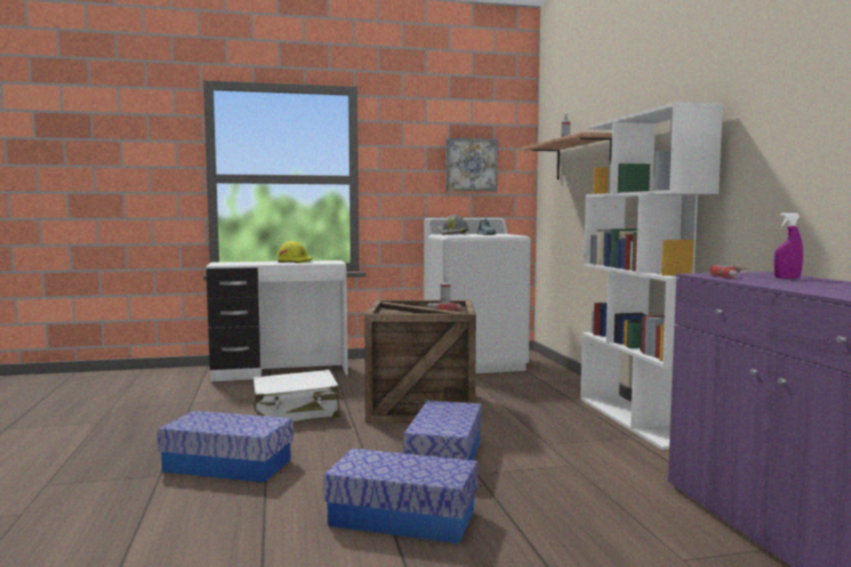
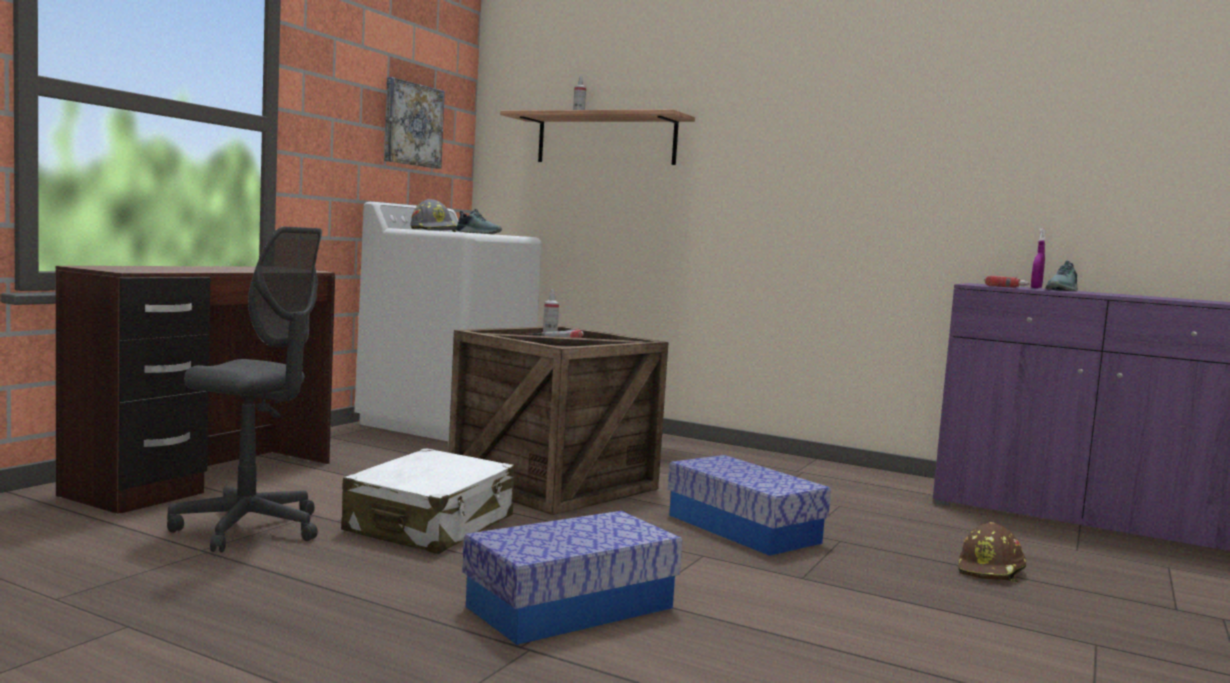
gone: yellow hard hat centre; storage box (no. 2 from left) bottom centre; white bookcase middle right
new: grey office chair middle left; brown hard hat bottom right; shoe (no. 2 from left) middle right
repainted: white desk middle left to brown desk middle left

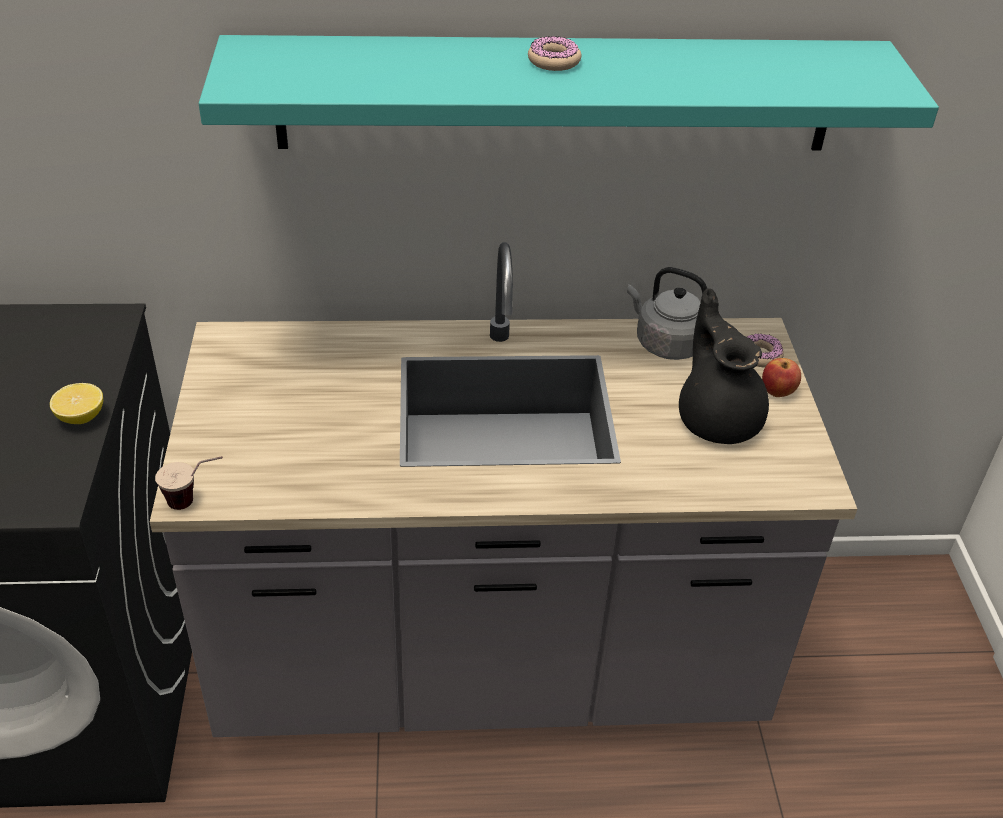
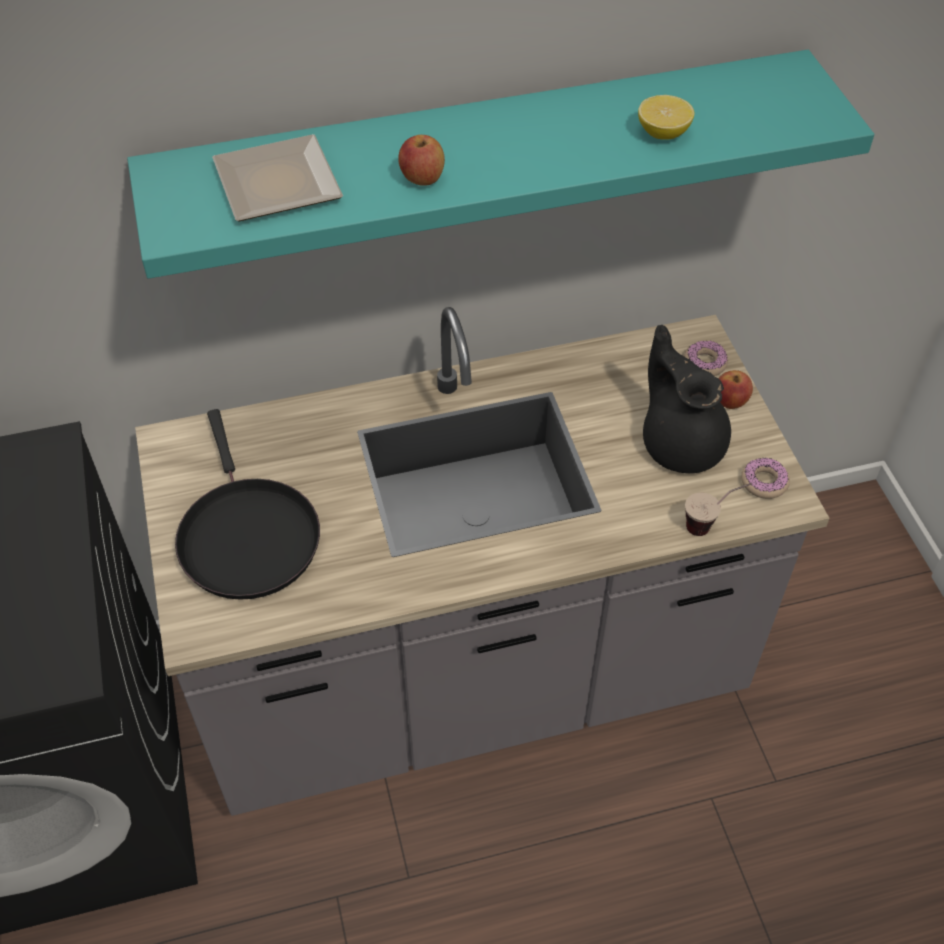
gone: grey kettle centre
new: black frying pan middle left; plate top left; apple (no. 1 from left) top centre
shifted: lemon middle left to top right; cup middle left to middle right; donut (no. 1 from left in the first image) top centre to donut (no. 2 from left) middle right

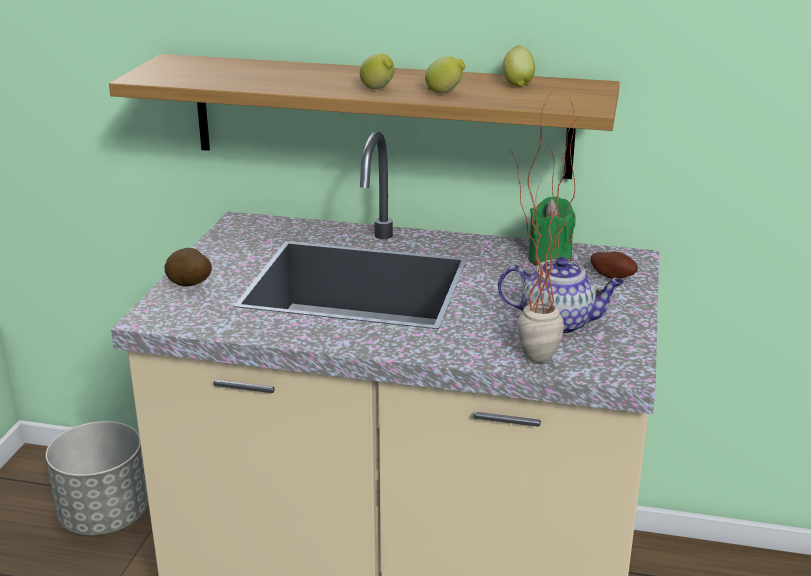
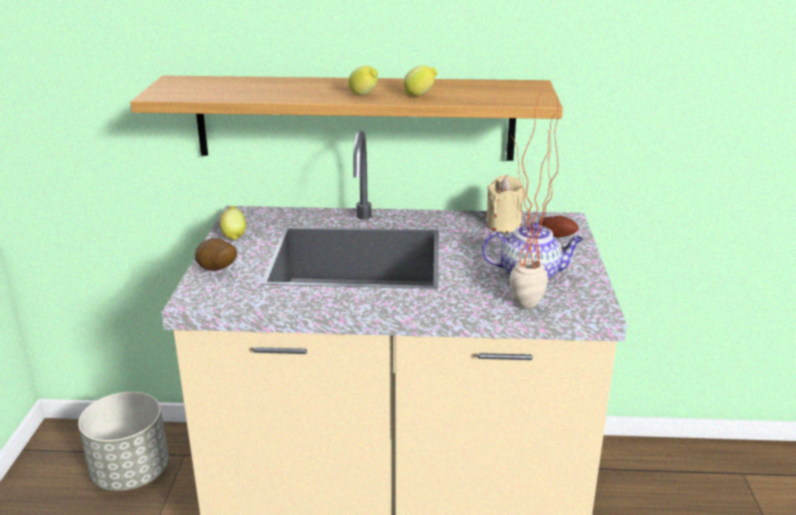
shifted: lemon (no. 3 from left in the first image) top centre to lemon (no. 1 from left) middle left
repainted: green candle middle right to beige candle centre

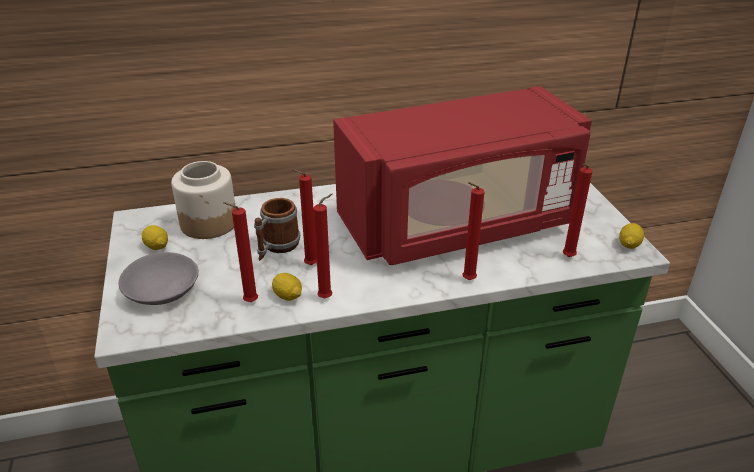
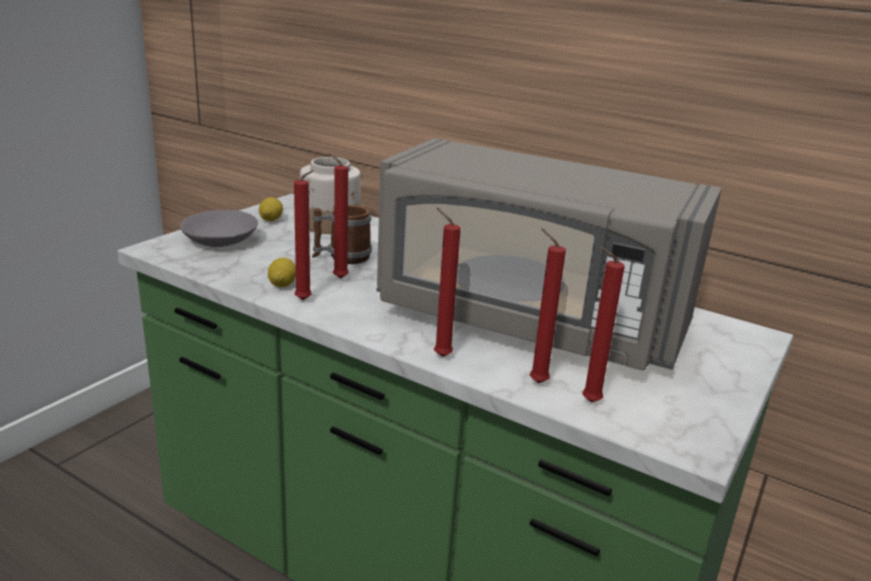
gone: lemon (no. 3 from left) middle right
shifted: red candle (no. 1 from left in the first image) middle left to red candle (no. 4 from left) centre
repainted: red microwave centre to grey microwave centre

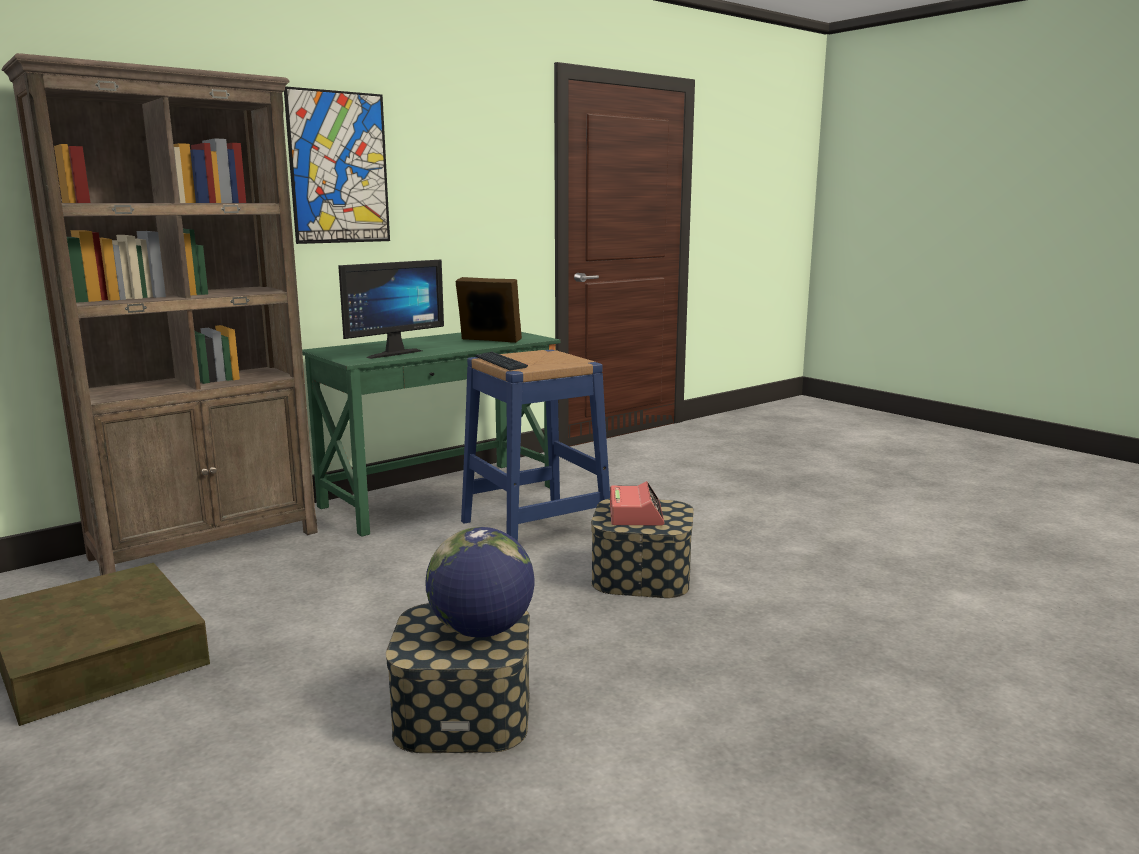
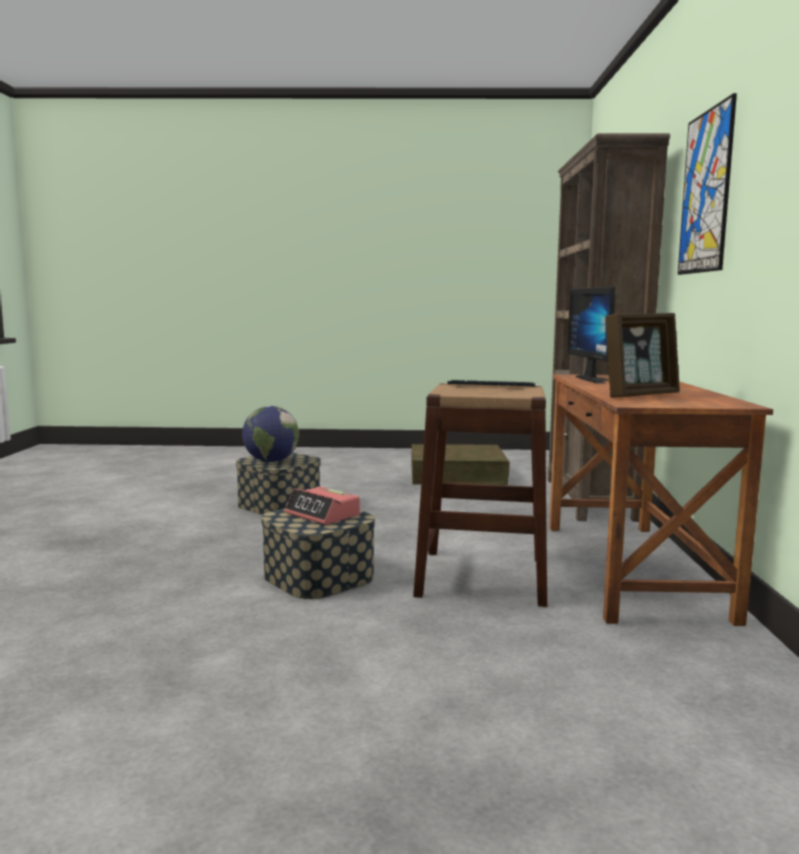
repainted: green desk centre to brown desk middle right; blue stool centre to brown stool centre

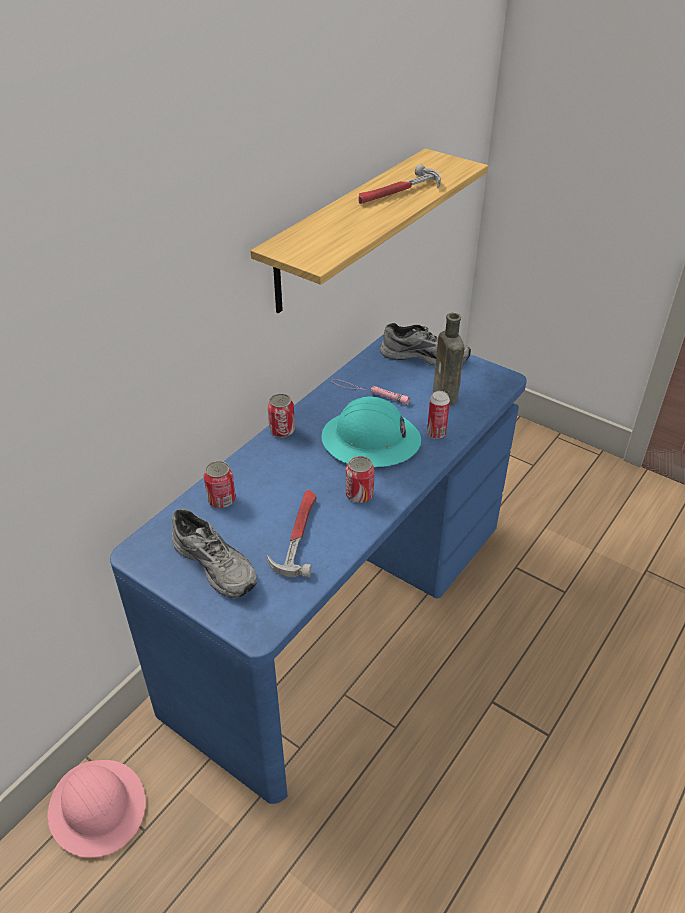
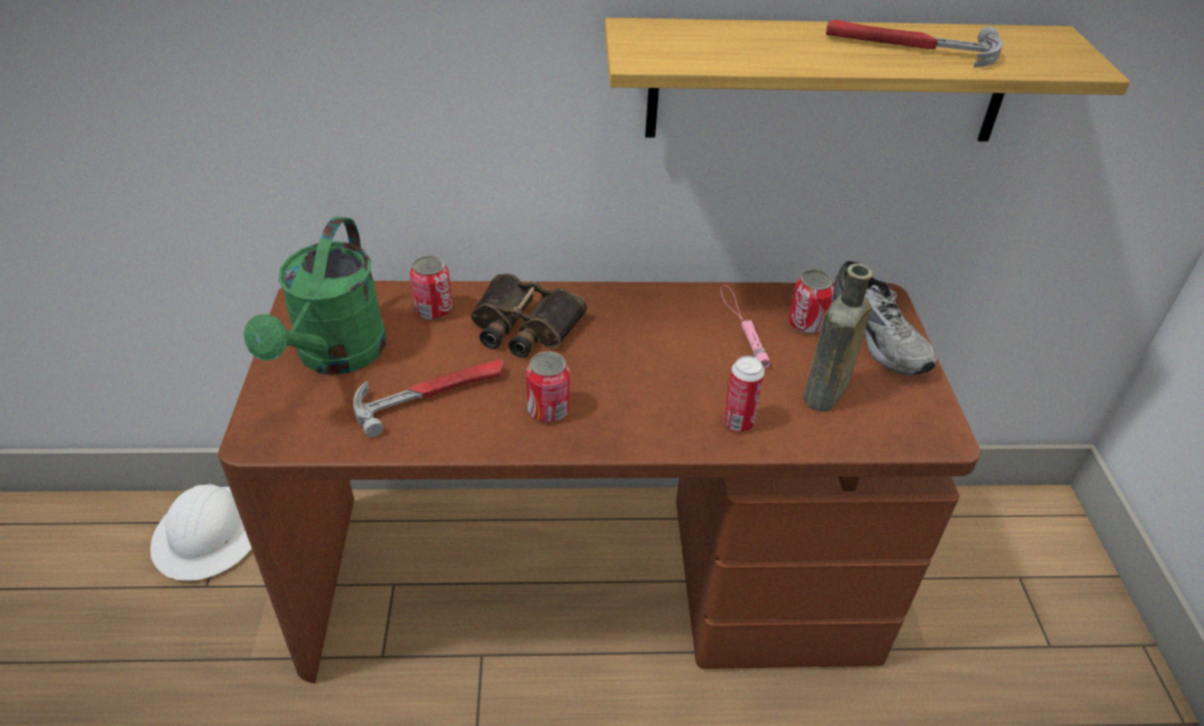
gone: turquoise hard hat centre
new: binoculars centre
shifted: can (no. 2 from left in the first image) centre to can (no. 4 from left) middle right
swapped: grey shoe (no. 1 from left) middle left to green watering can middle left
repainted: pink hard hat bottom left to white hard hat bottom left; blue desk centre to brown desk centre

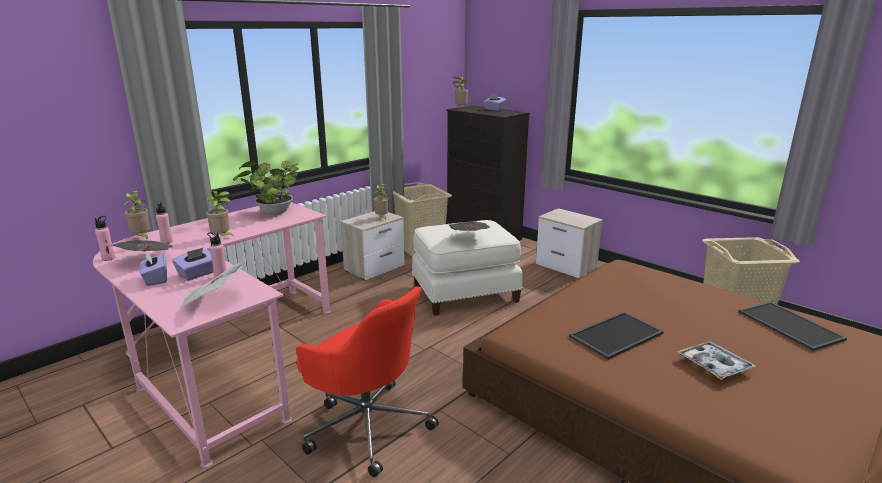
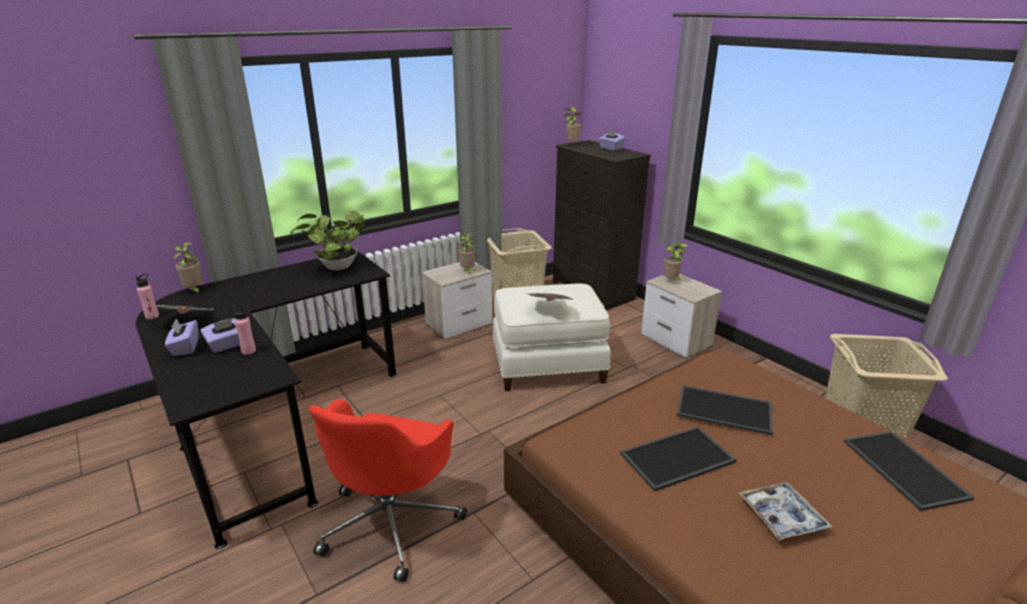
gone: pink bottle (no. 2 from left) middle left; newspaper (no. 2 from left) middle left
new: tray (no. 2 from left) bottom right
shifted: potted plant (no. 2 from left in the first image) middle left to potted plant (no. 5 from left) centre
repainted: pink desk bottom left to black desk middle left
rotated: red office chair bottom centre = bottom centre 60 degrees clockwise

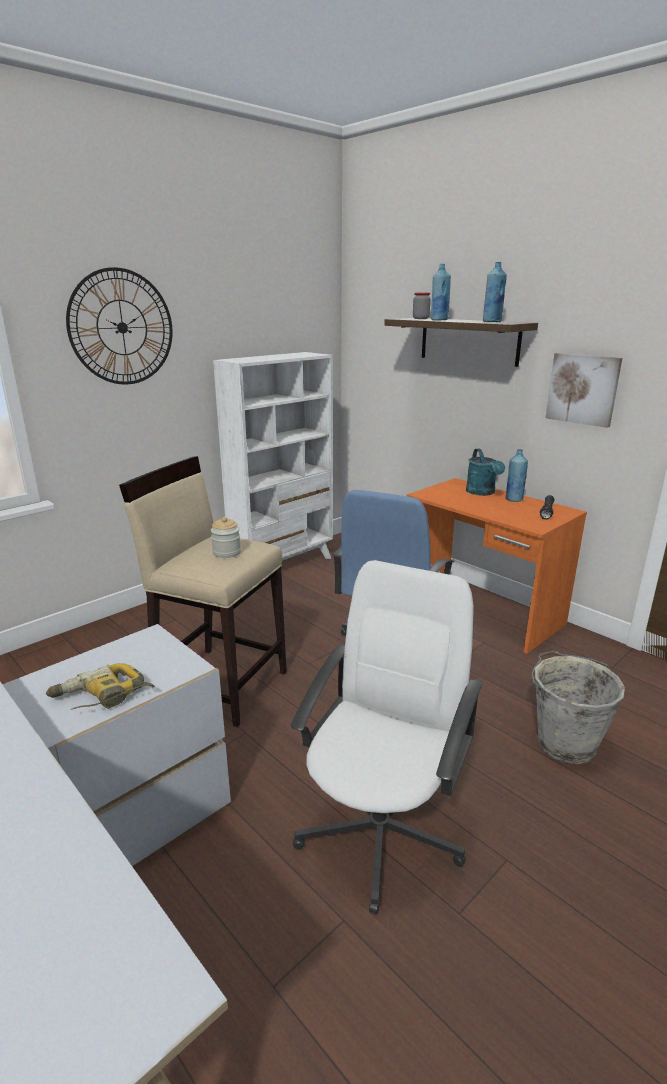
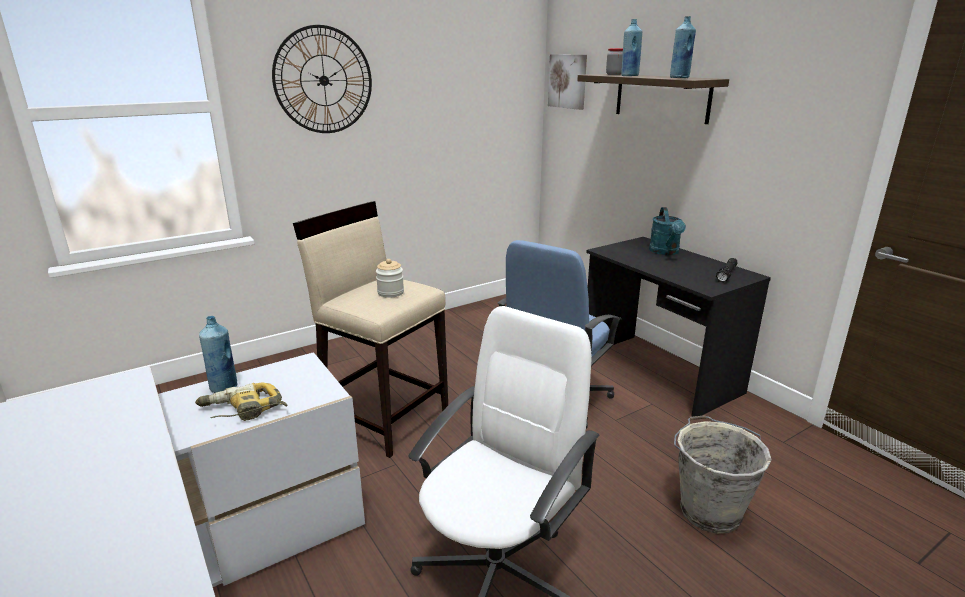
gone: white bookcase centre
shifted: blue bottle (no. 3 from left in the first image) middle right to blue bottle (no. 1 from left) middle left; picture middle right to top centre
repainted: orange desk middle right to black desk middle right

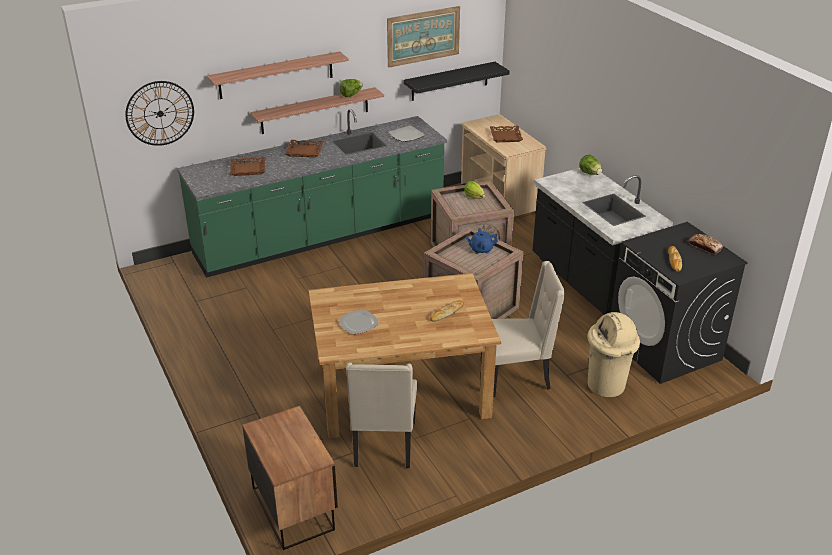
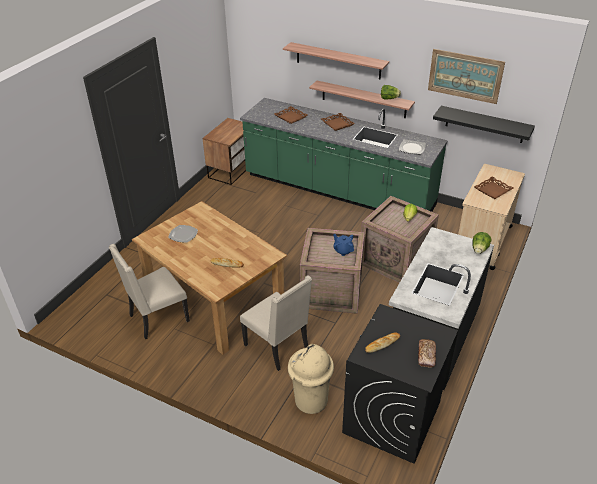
gone: wall clock top left
shifted: nightstand bottom centre to top centre

